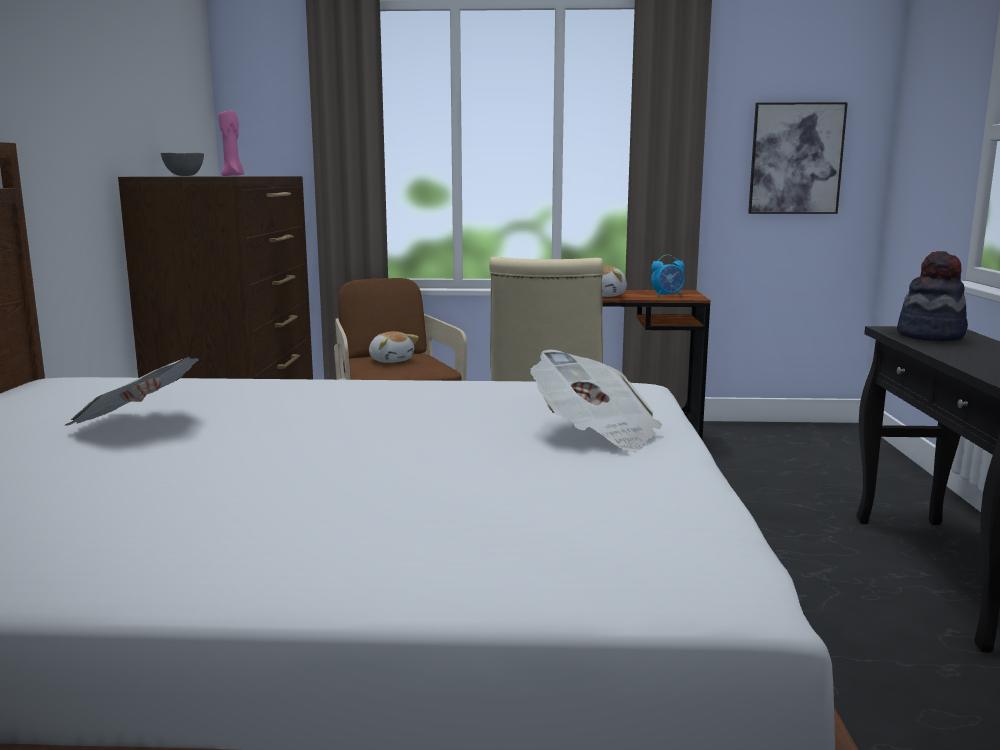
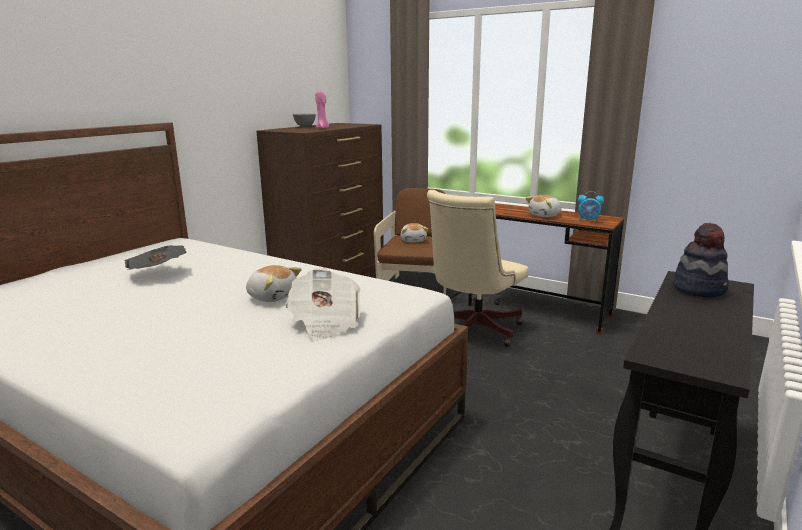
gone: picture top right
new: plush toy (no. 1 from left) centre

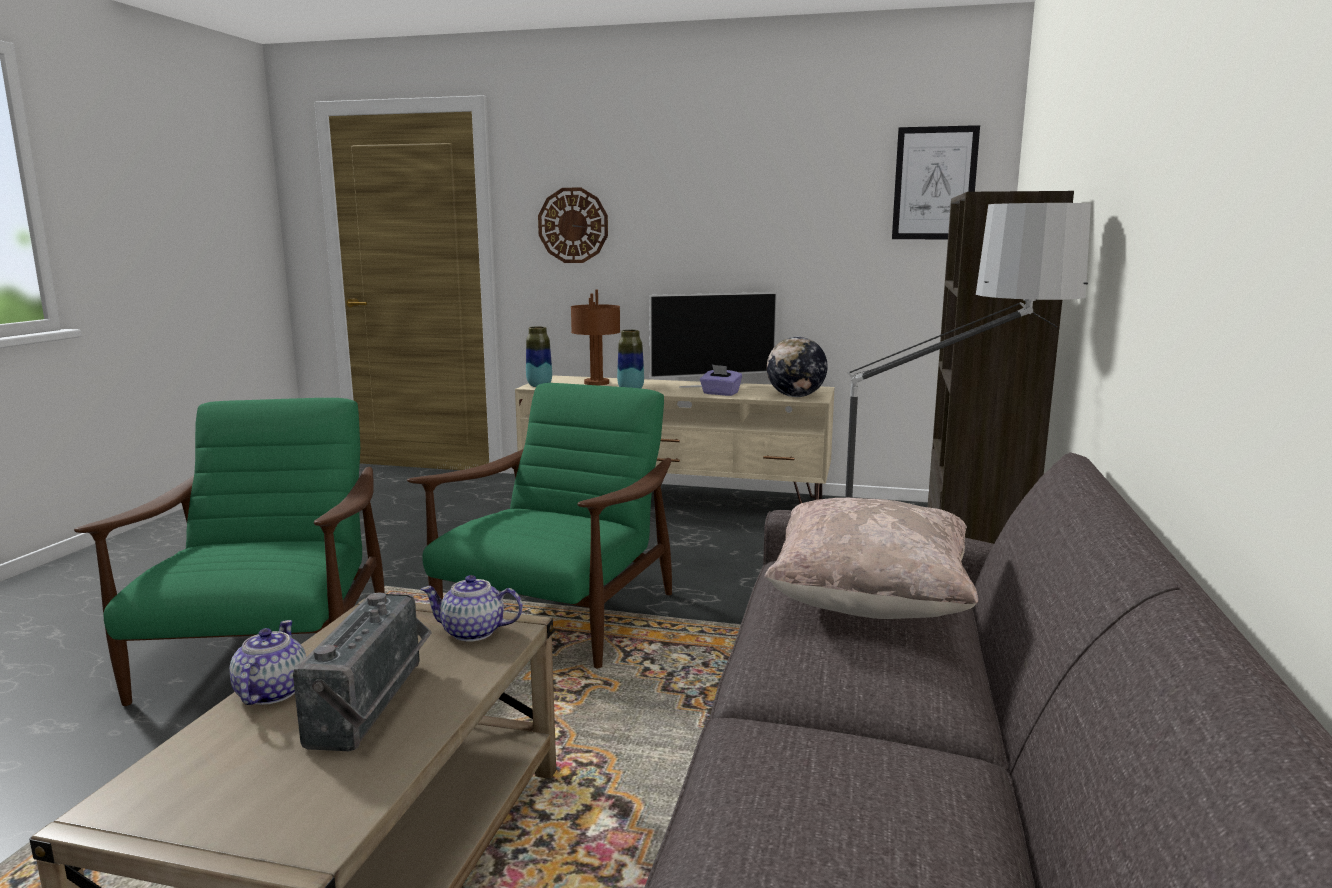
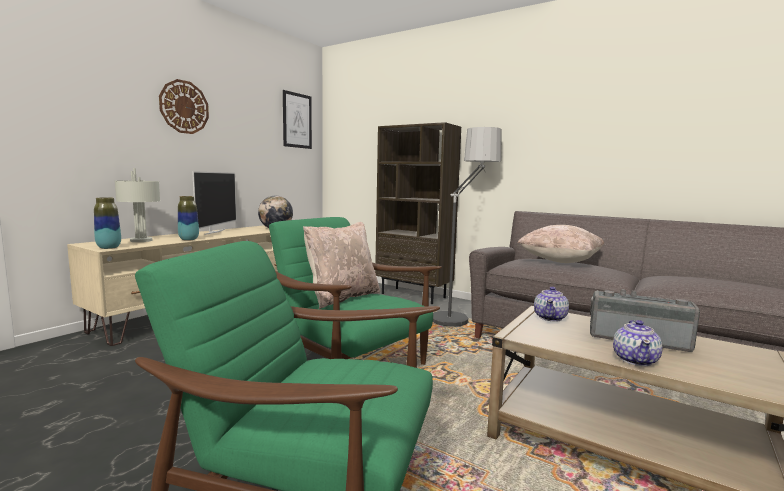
gone: purple tissue box centre
new: beige pillow (no. 1 from left) centre
shifted: wall clock top centre to top left
repainted: brown table lamp centre to grey table lamp middle left
rotated: teapot (no. 1 from left in the first image) bottom left = bottom right 90 degrees counterclockwise

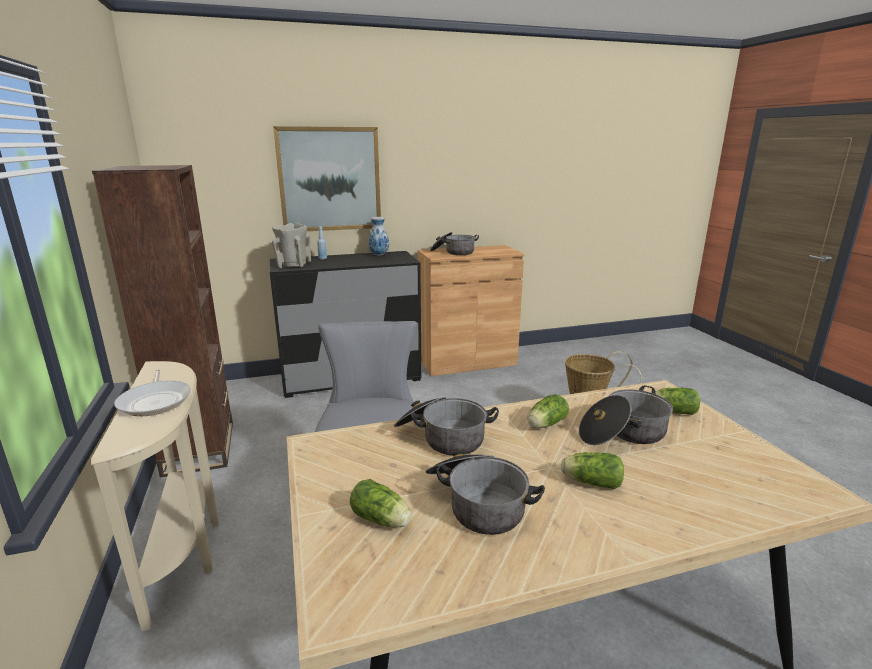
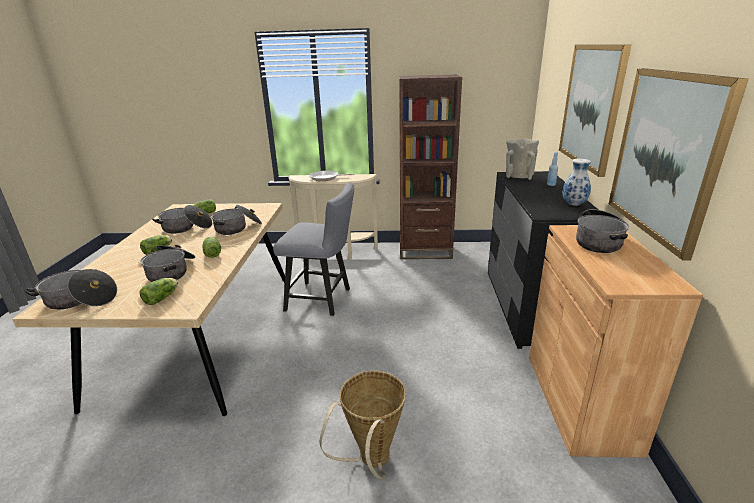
new: cooking pot (no. 1 from left) middle left; picture (no. 2 from left) top right

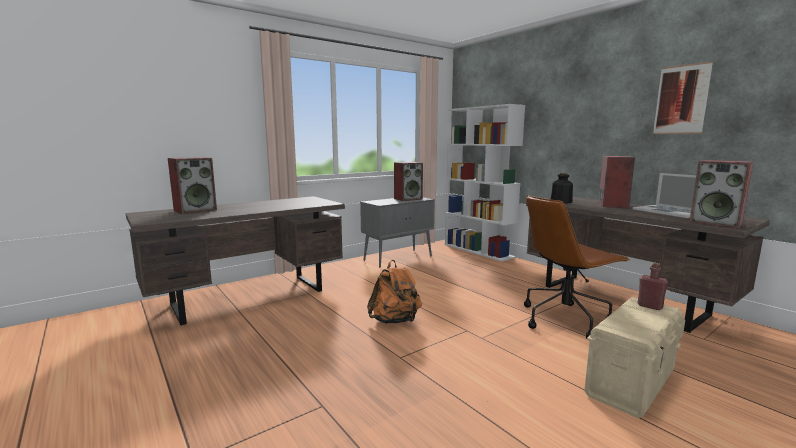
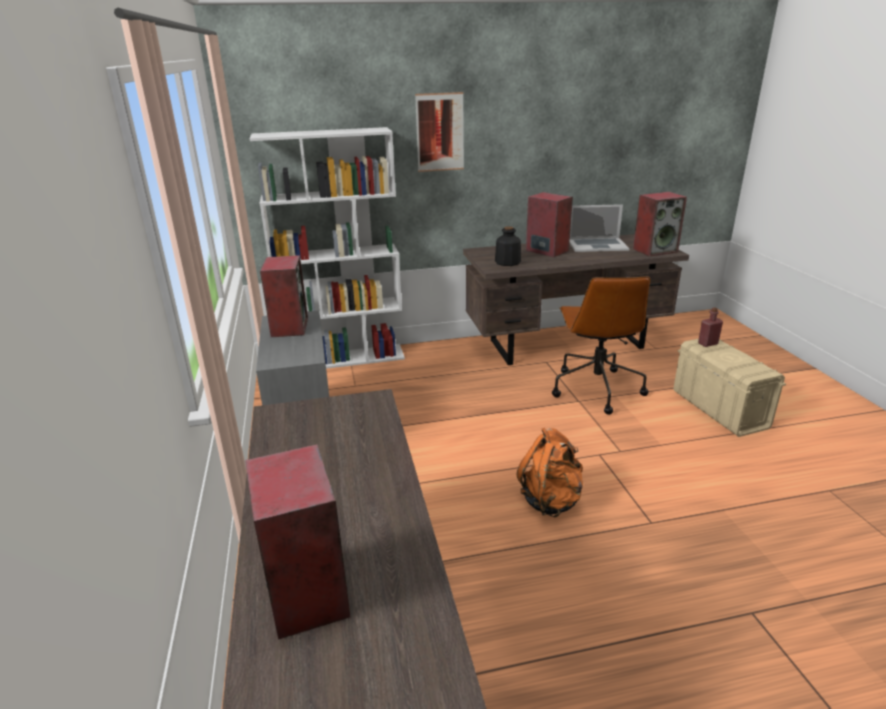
shifted: picture top right to top centre

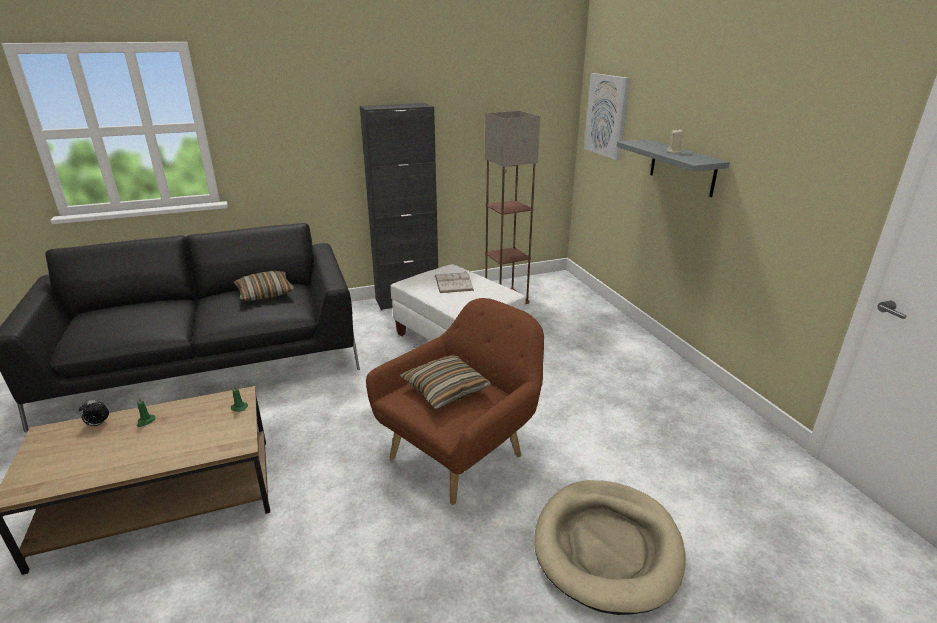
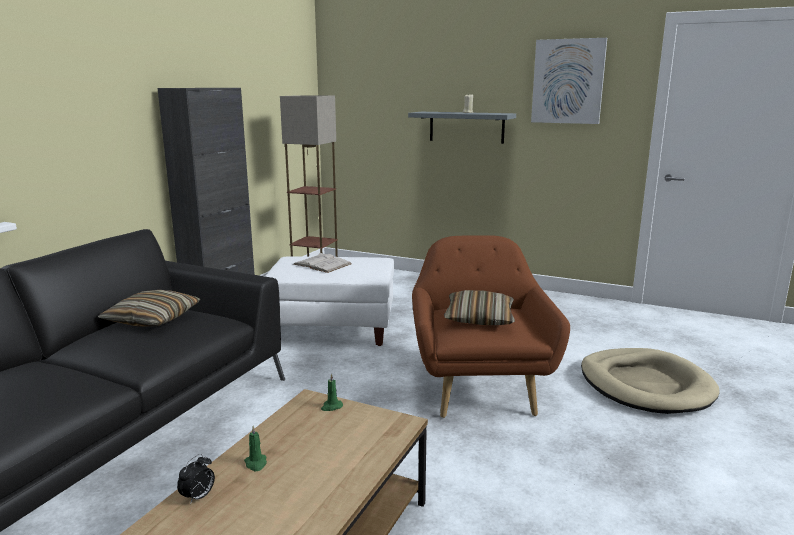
shifted: picture top centre to top right

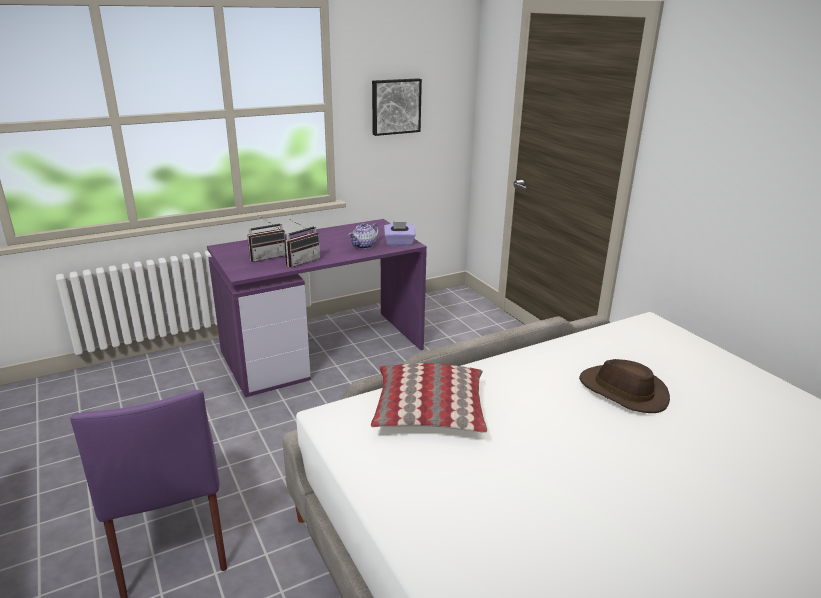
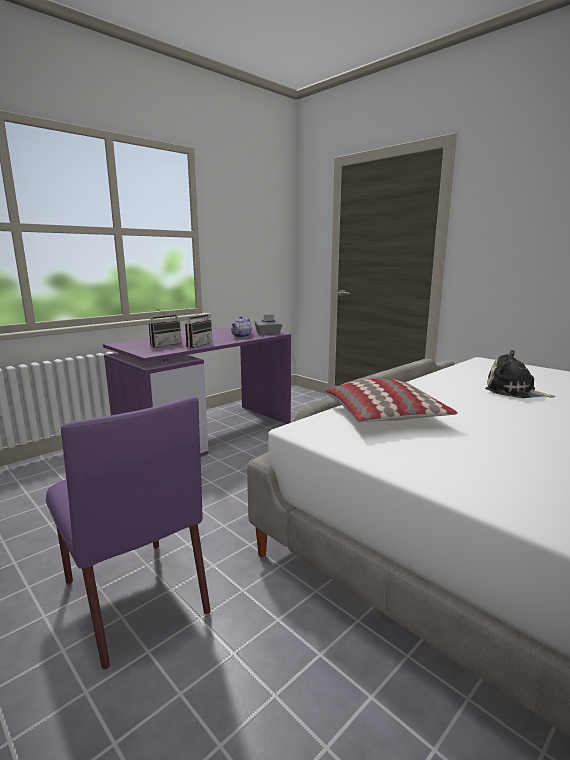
gone: picture top centre
swapped: brown hat middle right to plush toy middle right
repainted: purple tissue box centre to grey tissue box centre

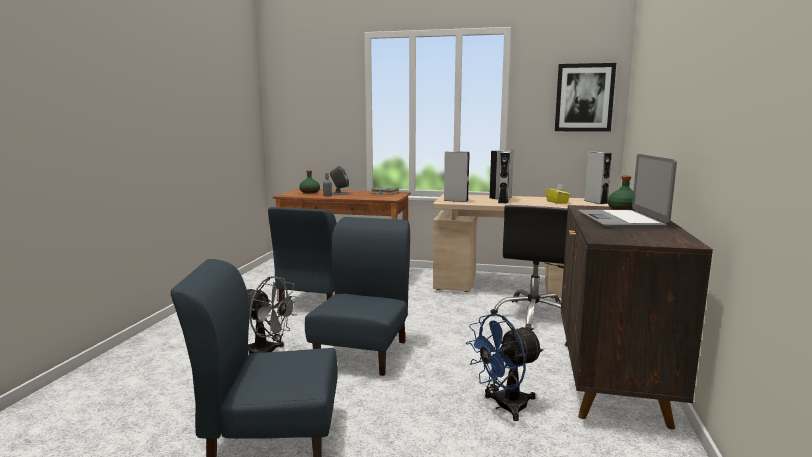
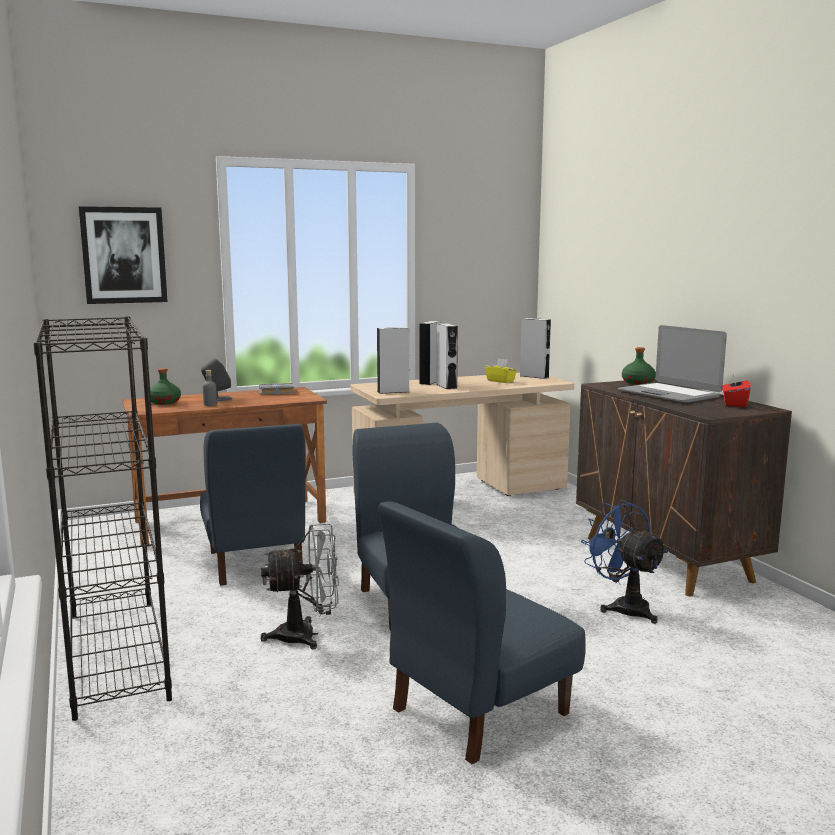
gone: black office chair centre
new: black bookcase middle left; red tissue box middle right
shifted: picture top right to top left
rotated: blue fan bottom centre = bottom right 120 degrees clockwise

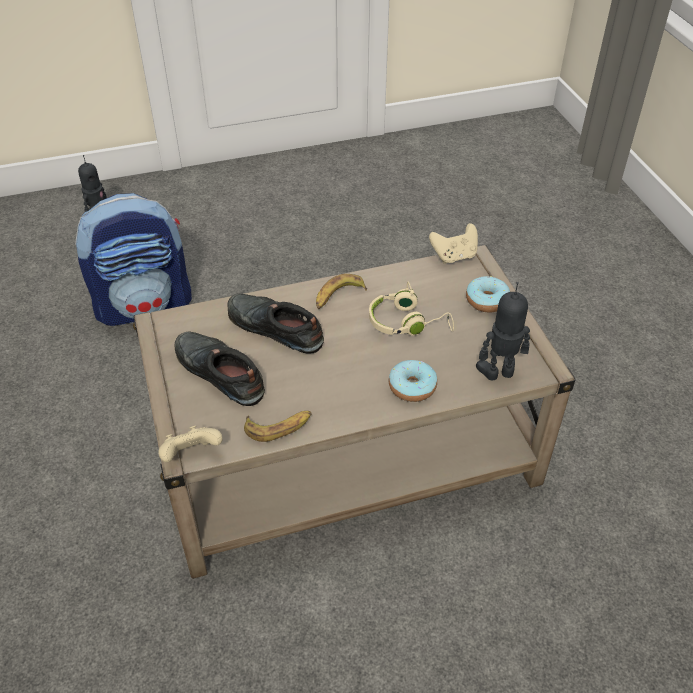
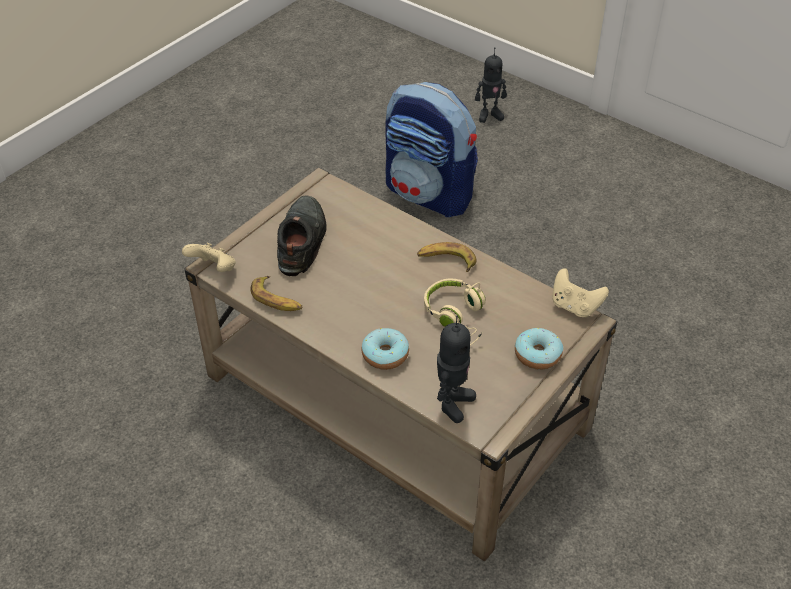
gone: black shoe (no. 2 from left) centre
rotated: toy robot (no. 2 from left in the first image) middle right = centre 75 degrees clockwise

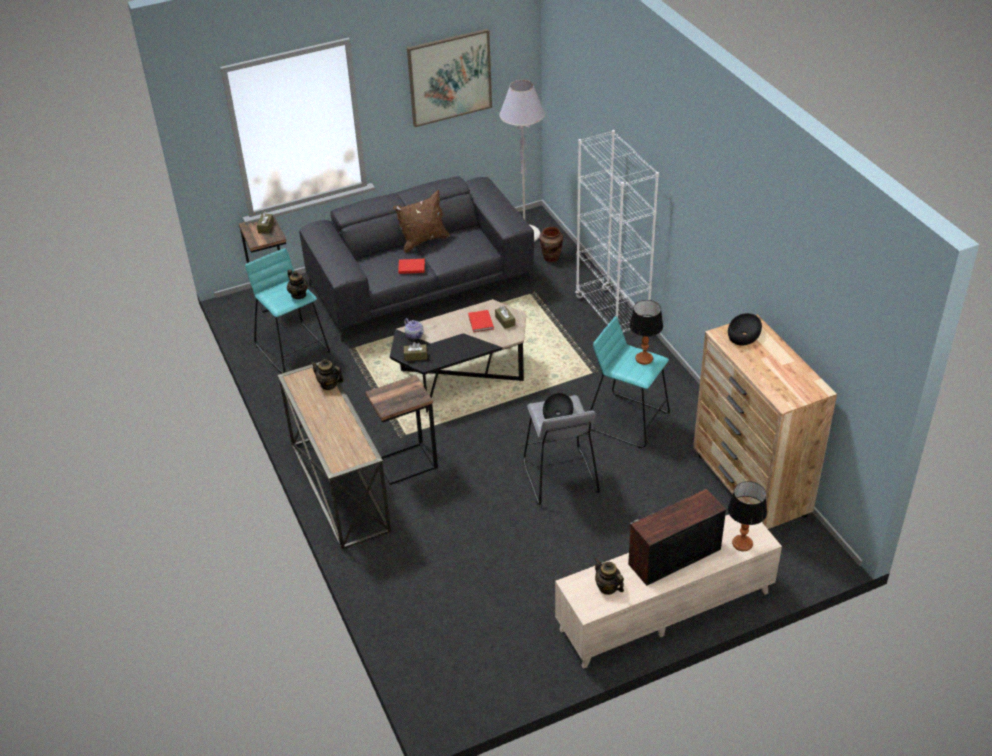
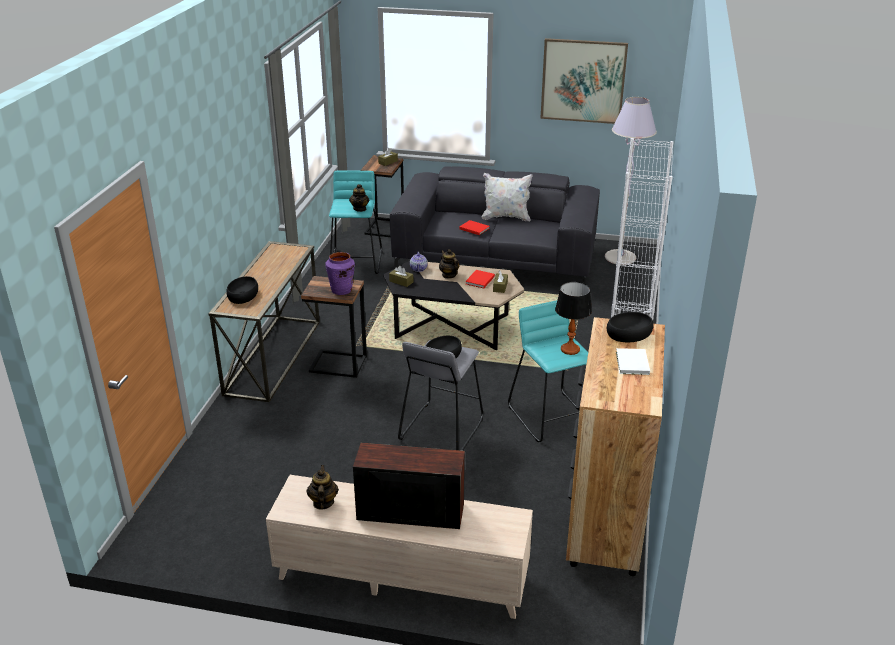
gone: brown vase top centre; table lamp (no. 2 from left) bottom right
new: black bowl (no. 1 from left) middle left; purple vase centre; white book middle right
shifted: teapot (no. 2 from left in the first image) middle left to teapot (no. 4 from left) centre
repainted: brown pillow top centre to white pillow top centre

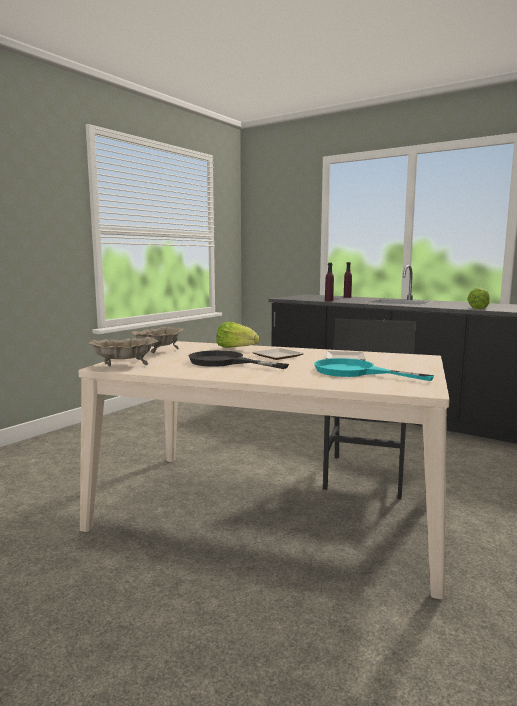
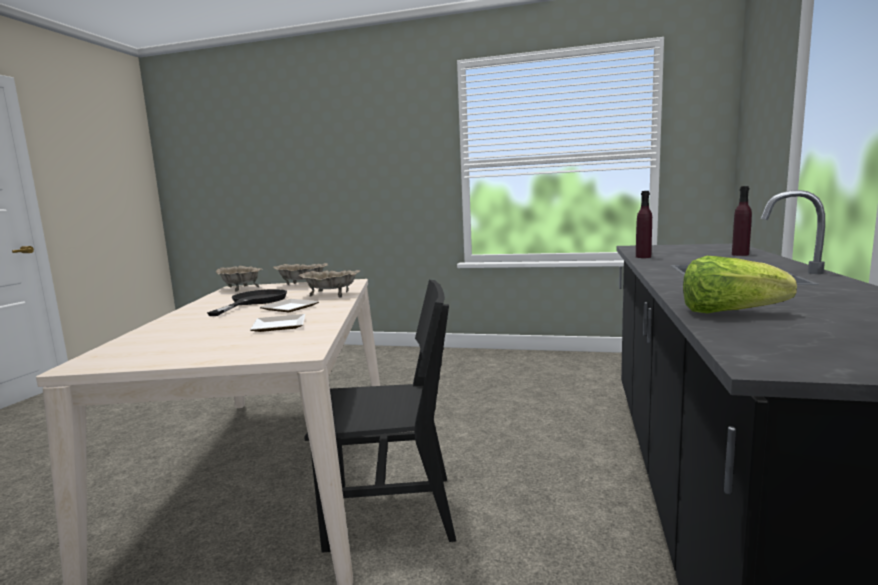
gone: turquoise frying pan middle right
swapped: lettuce (no. 1 from left) centre to beige bowl (no. 3 from left) centre

